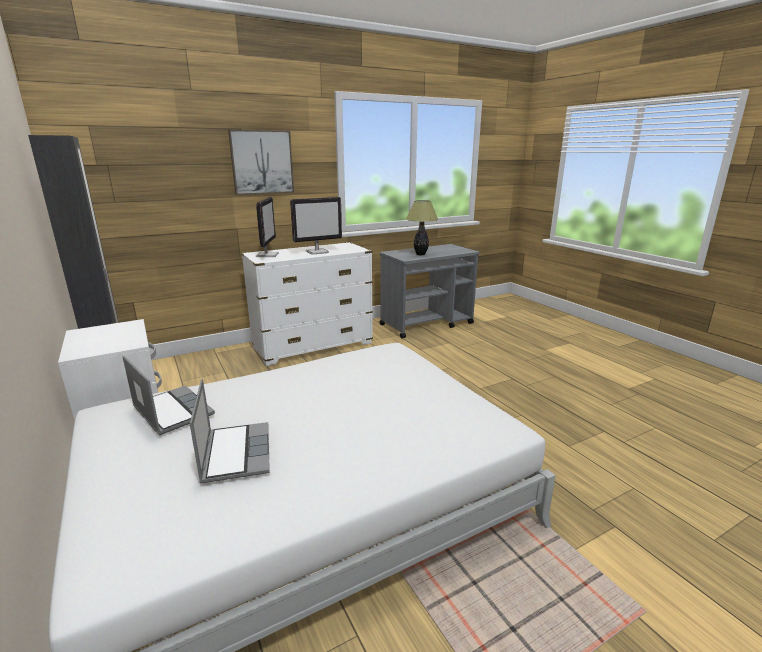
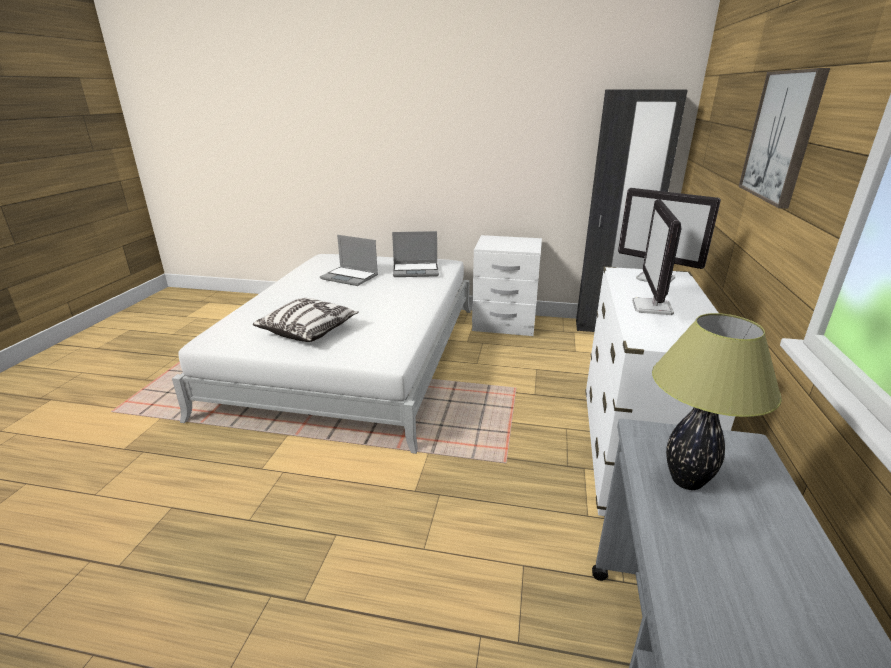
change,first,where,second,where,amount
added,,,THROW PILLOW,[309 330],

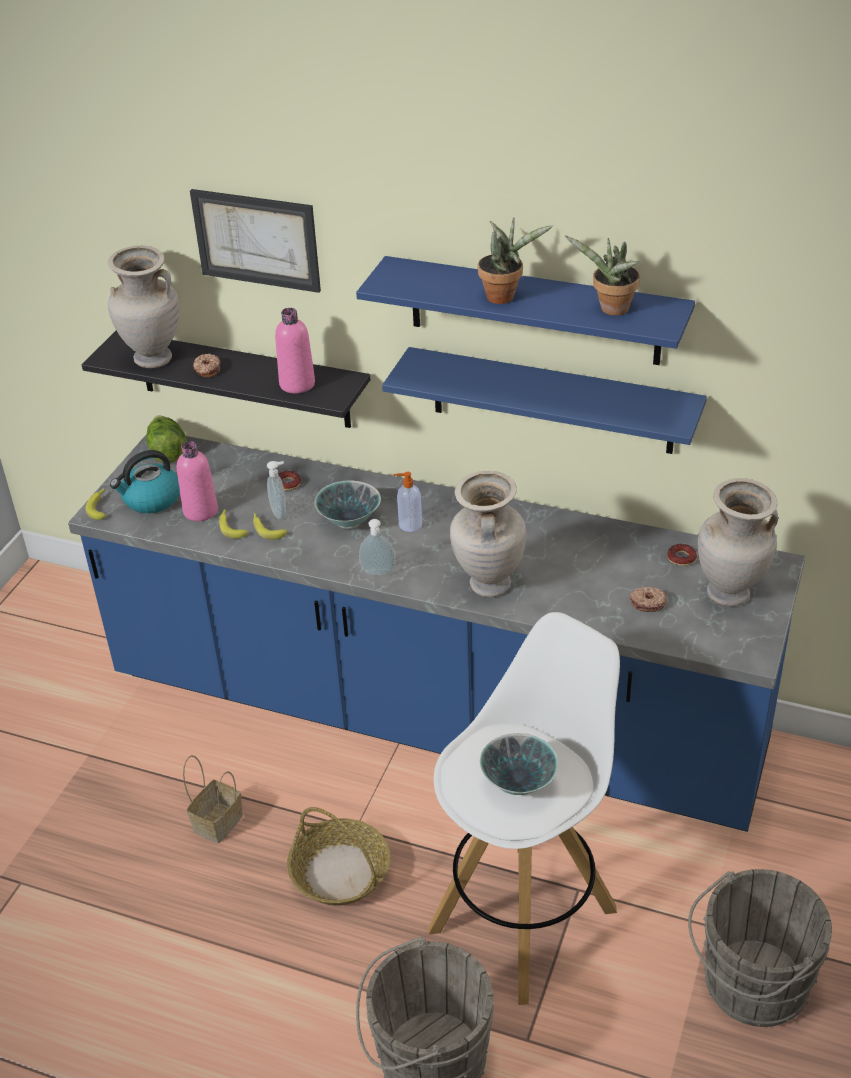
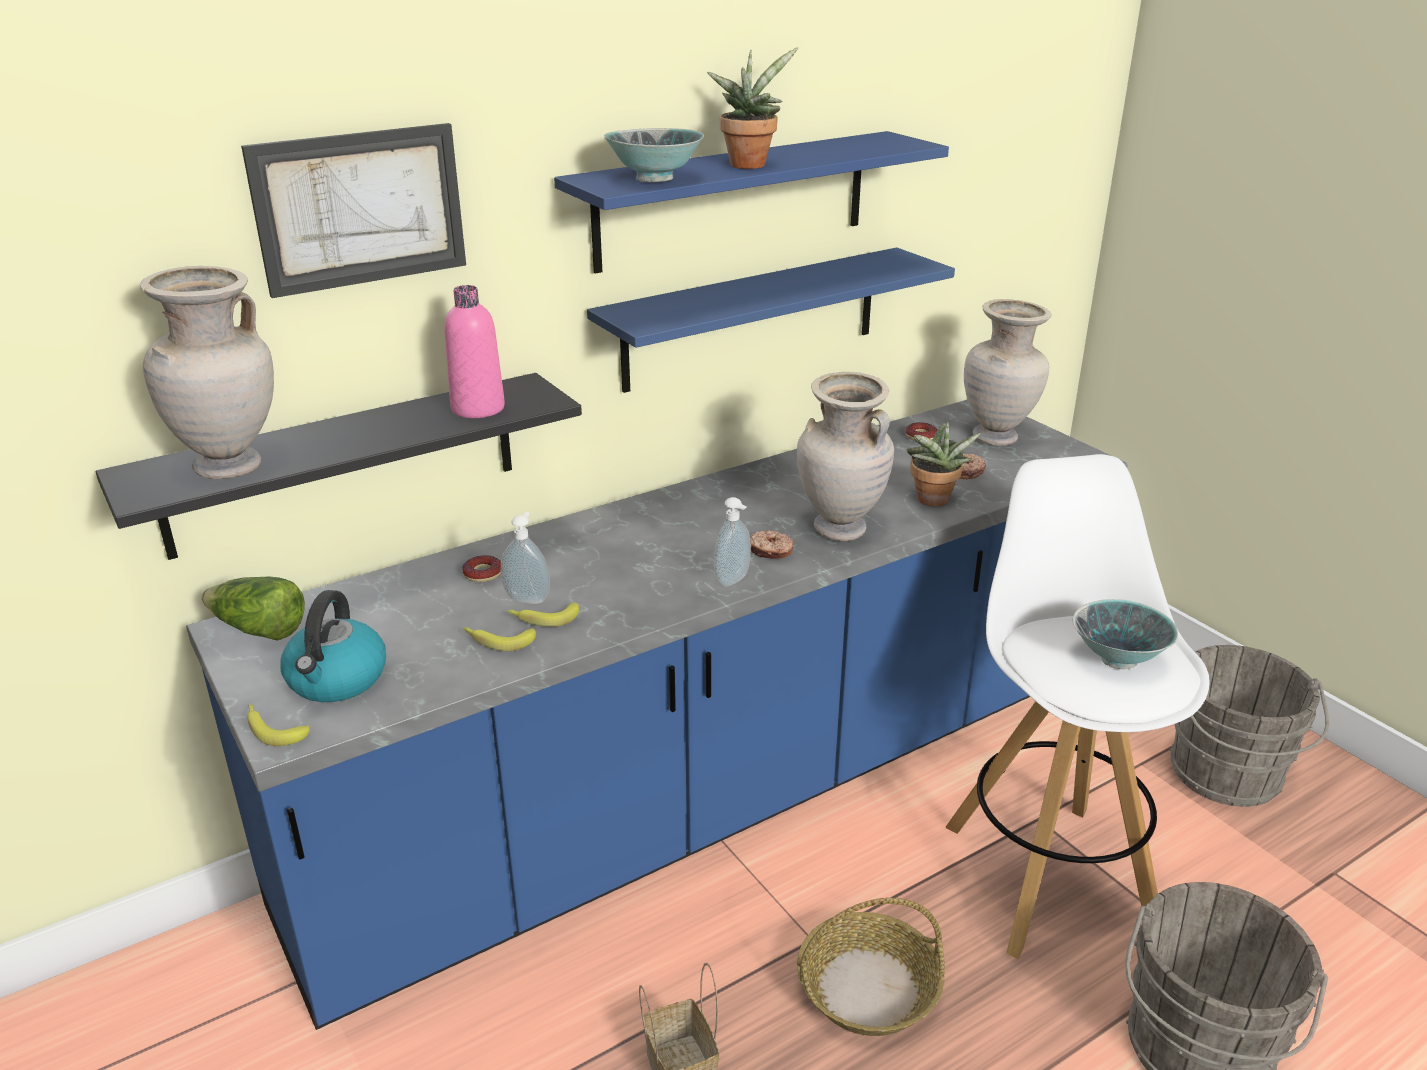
change,first,where,second,where,amount
moved,DEEP DISH,[349 522],,[655 180],
moved,DOUGHNUT,[207 370],,[770 551],
moved,PLANT IN A POT,[610 310],,[933 502],
removed,PINKISH DRINK BOTTLE,[200 511],,,
removed,SOAP DISPENSER,[409 525],,,

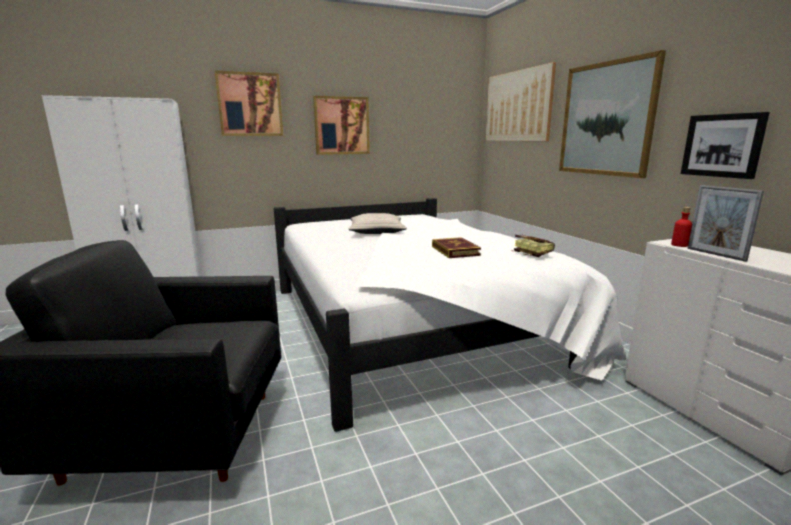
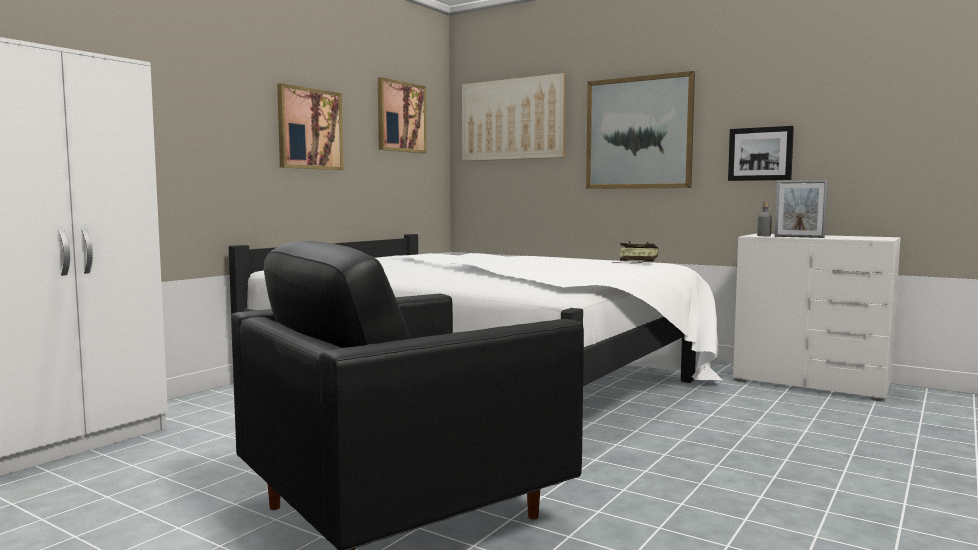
change,first,where,second,where,amount
moved,WALL ART,[250 104],,[401 117],
recoloured,REDDISH DRINK BOTTLE,[679 245],GRAY DRINK BOTTLE,[764 236],
removed,BEIGE-COLOURED THROW PILLOW,[377 231],,,
removed,BOUND BOOK,[455 251],,,

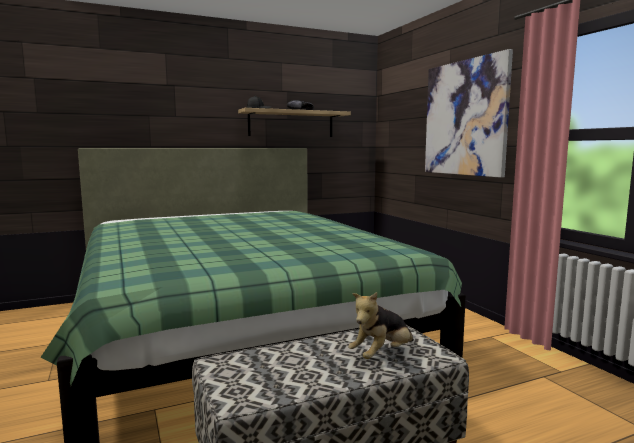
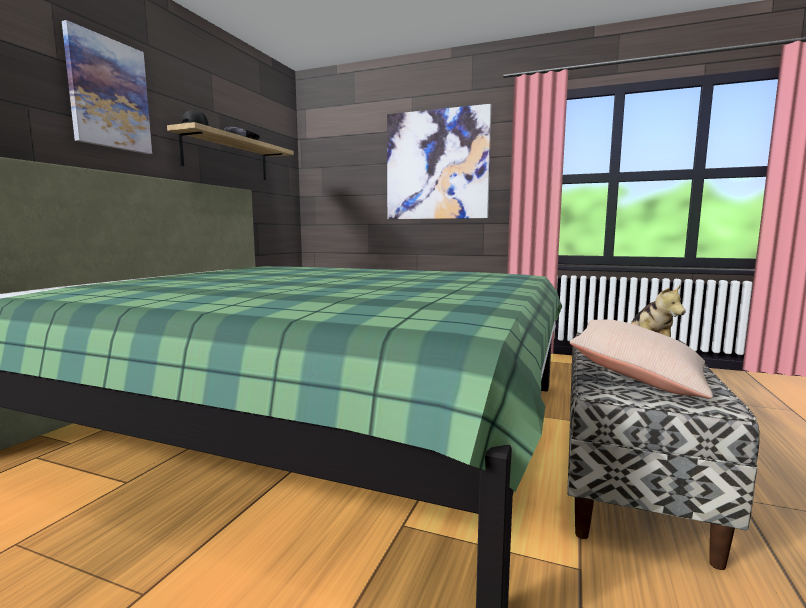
change,first,where,second,where,amount
added,,,WALL ART,[109 94],
added,,,BEIGE-COLOURED THROW PILLOW,[638 377],

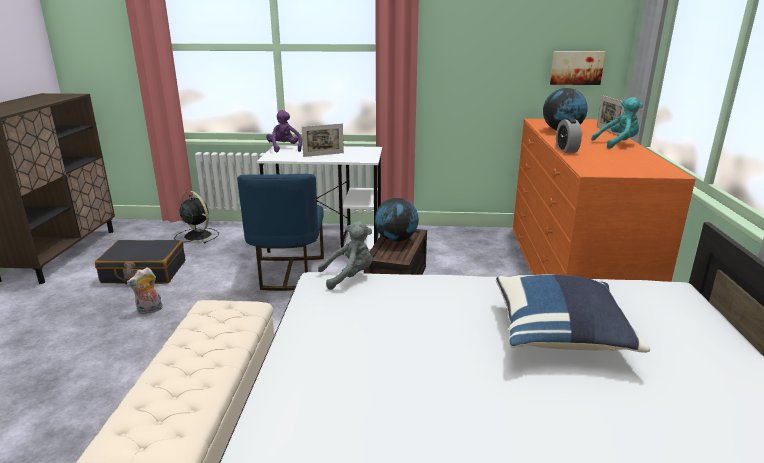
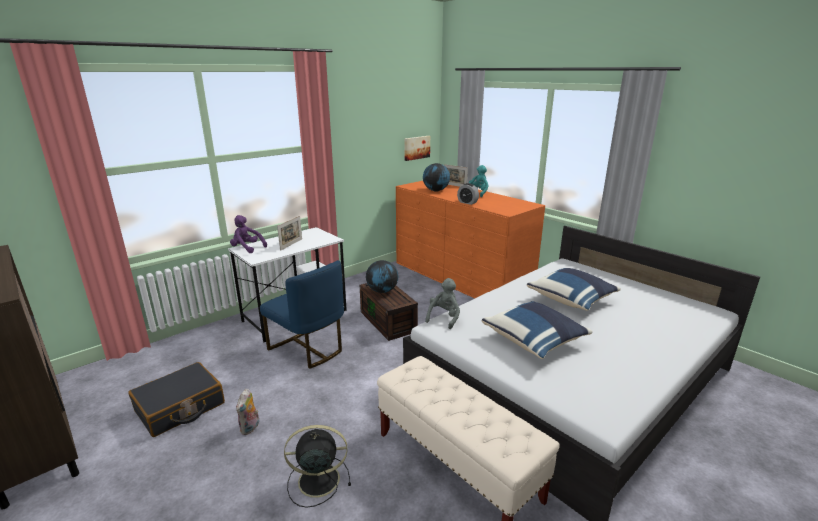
change,first,where,second,where,amount
moved,BLACKISH COOLING FAN,[197 235],,[317 480],
added,,,BLUE THROW PILLOW,[534 341],

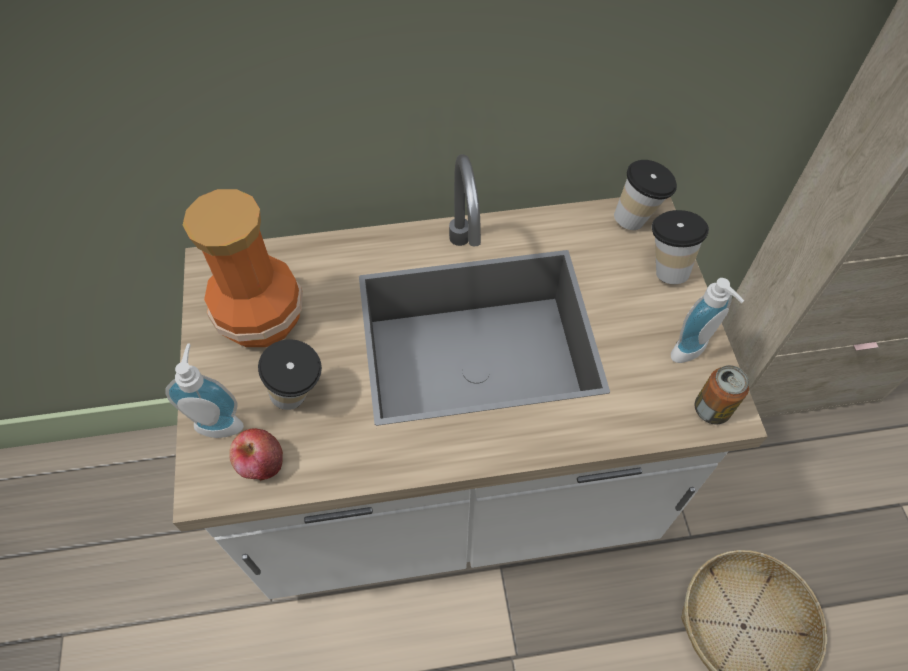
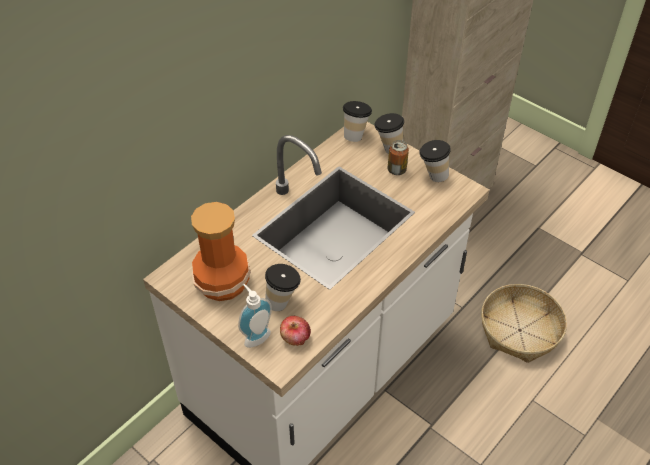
change,first,where,second,where,amount
moved,CAN,[711 409],,[396 170],
replaced,SOAP DISPENSER,[693 353],DRINKING CUP,[432 176],

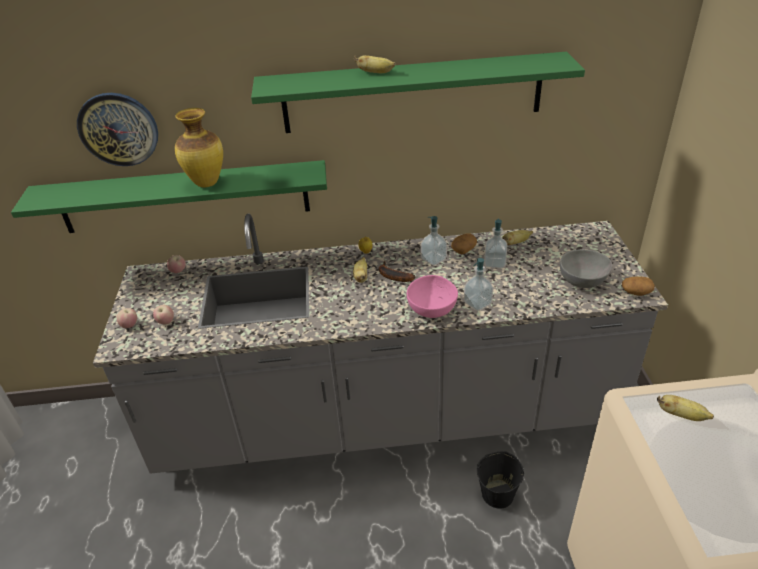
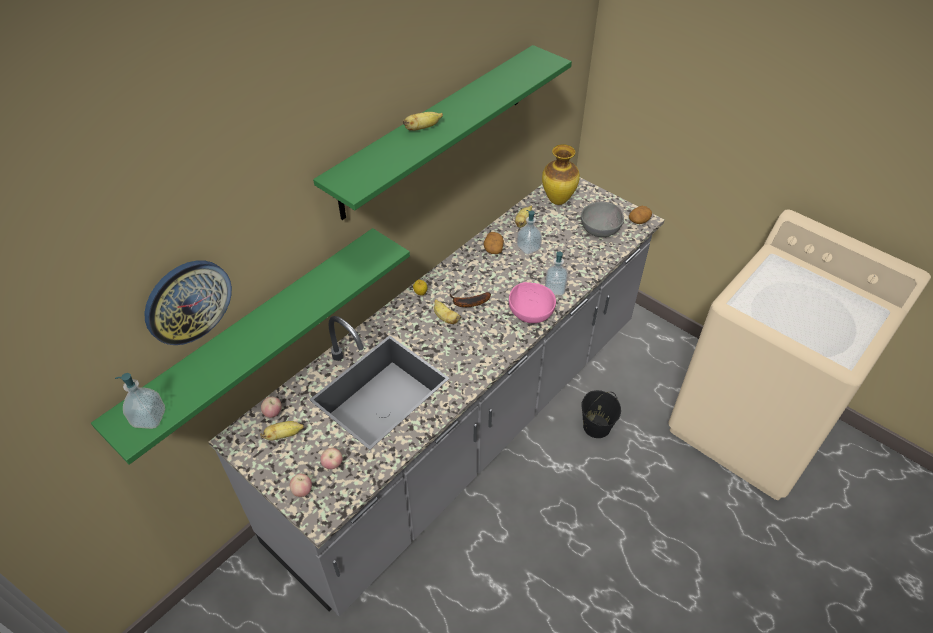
change,first,where,second,where,amount
moved,SOAP DISPENSER,[433 259],,[149 418],
moved,BANANA FRUIT,[681 415],,[284 435],
moved,VASE,[207 184],,[558 200],

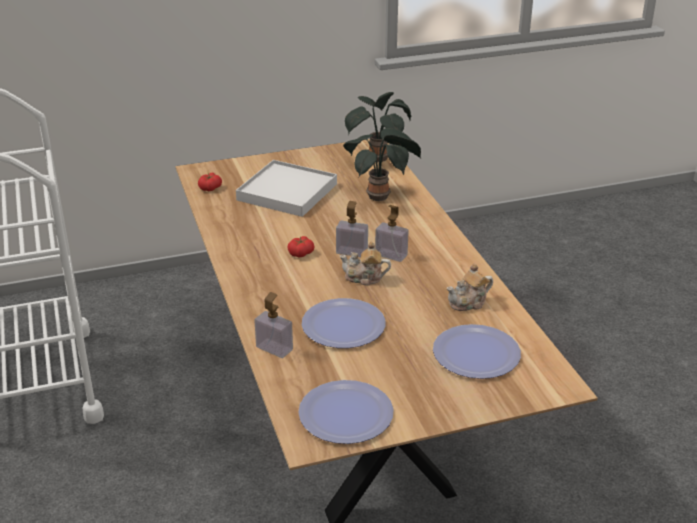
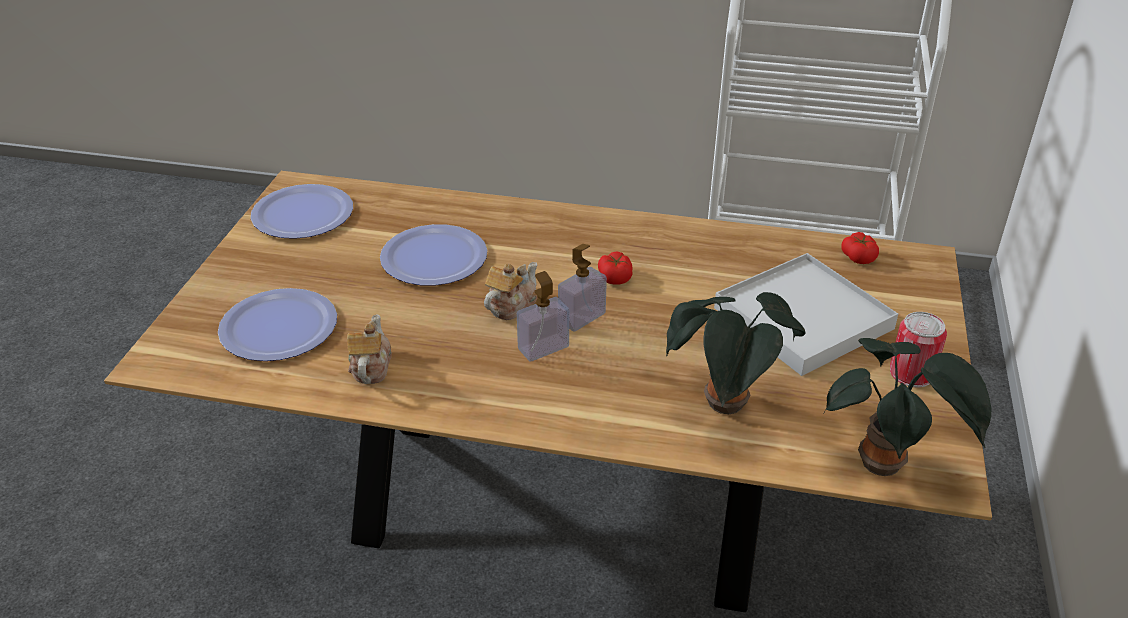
change,first,where,second,where,amount
added,,,CAN,[911 373],
removed,SOAP DISPENSER,[274 348],,,

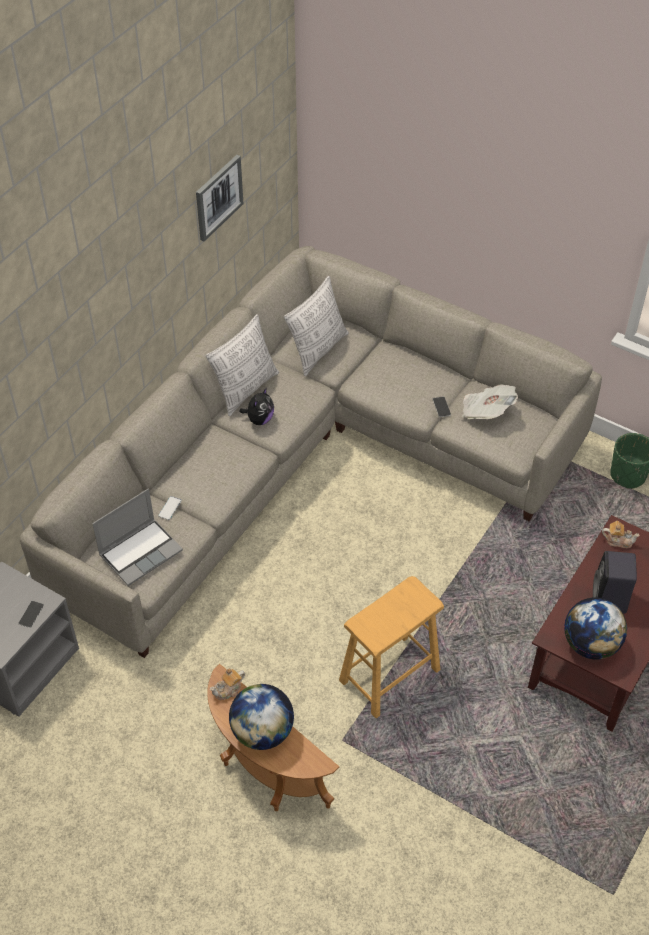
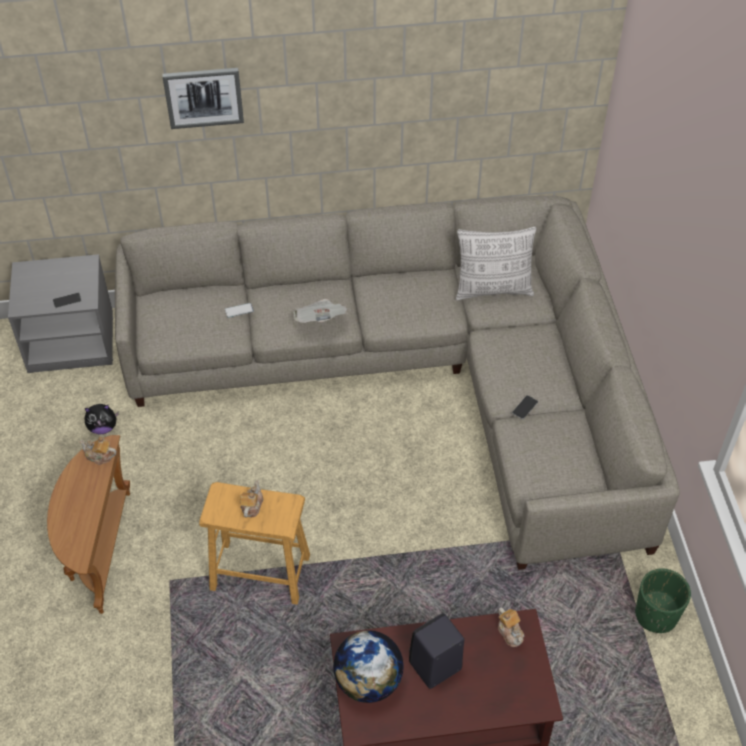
change,first,where,second,where,amount
moved,SOFT TOY,[259 419],,[103 428],
moved,WALL ART,[218 197],,[203 97],
added,,,TEA POT,[251 506],
moved,DAILY PAPER,[486 411],,[320 321],
removed,NOTEBOOK COMPUTER,[141 552],,,
removed,THROW PILLOW,[246 389],,,
removed,GLOBE,[262 732],,,

